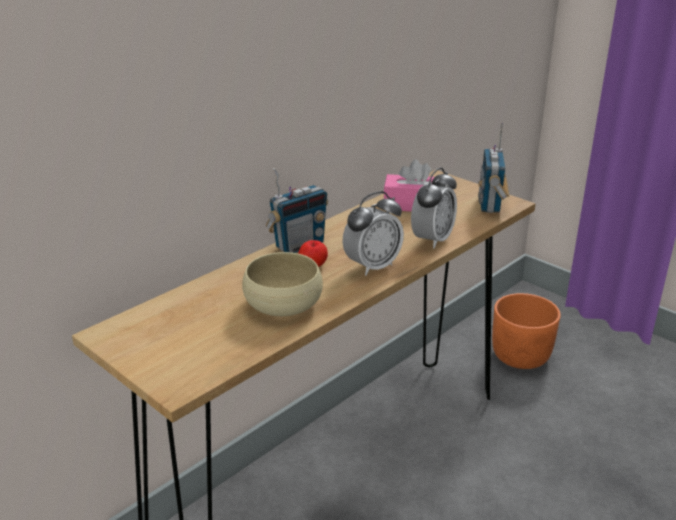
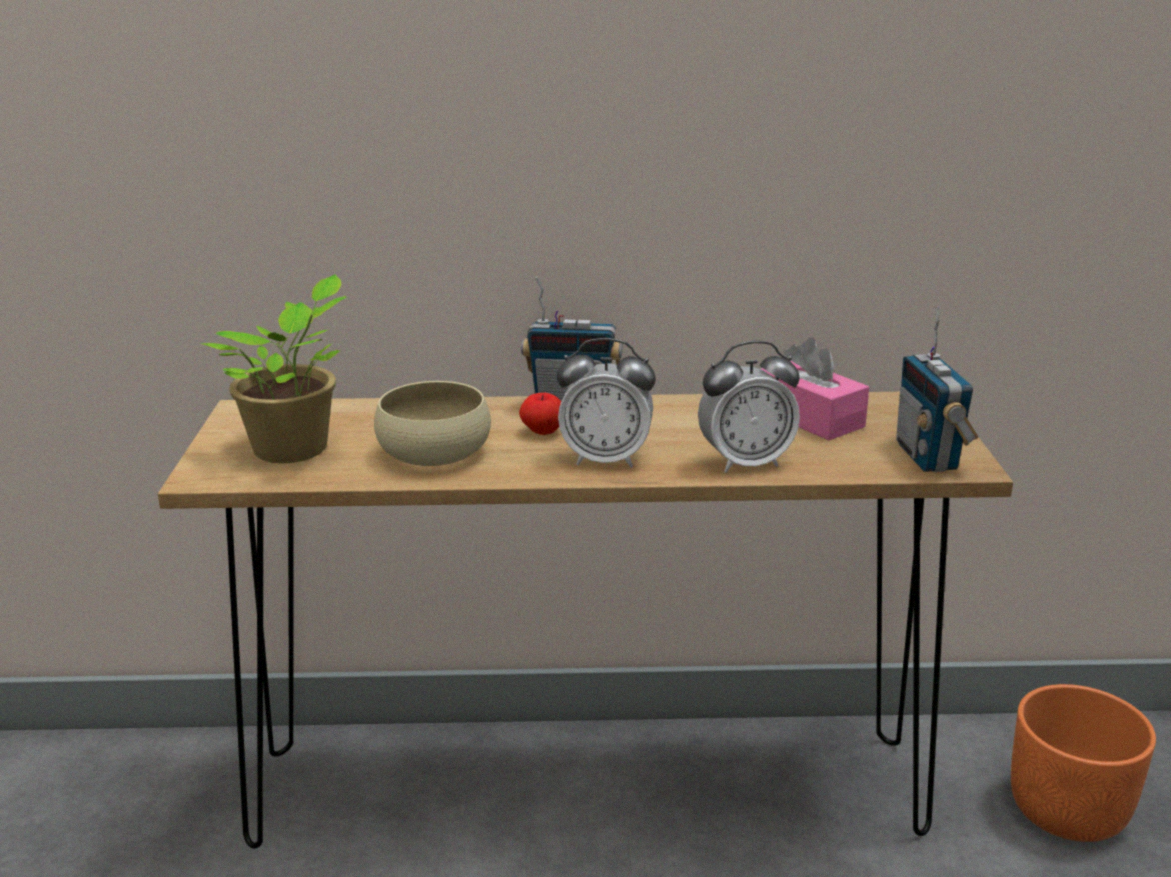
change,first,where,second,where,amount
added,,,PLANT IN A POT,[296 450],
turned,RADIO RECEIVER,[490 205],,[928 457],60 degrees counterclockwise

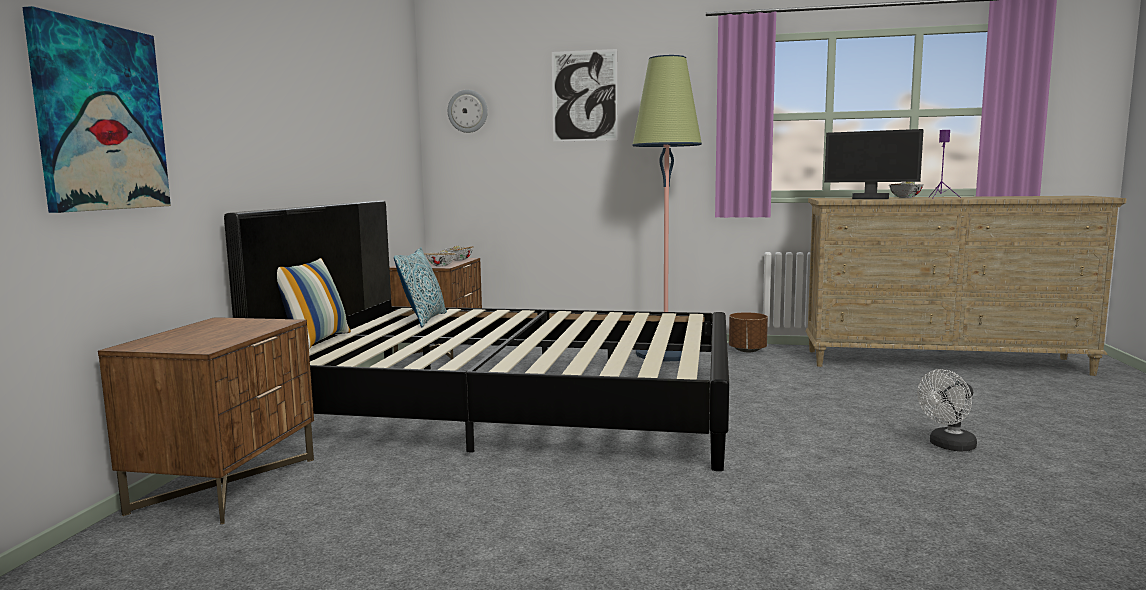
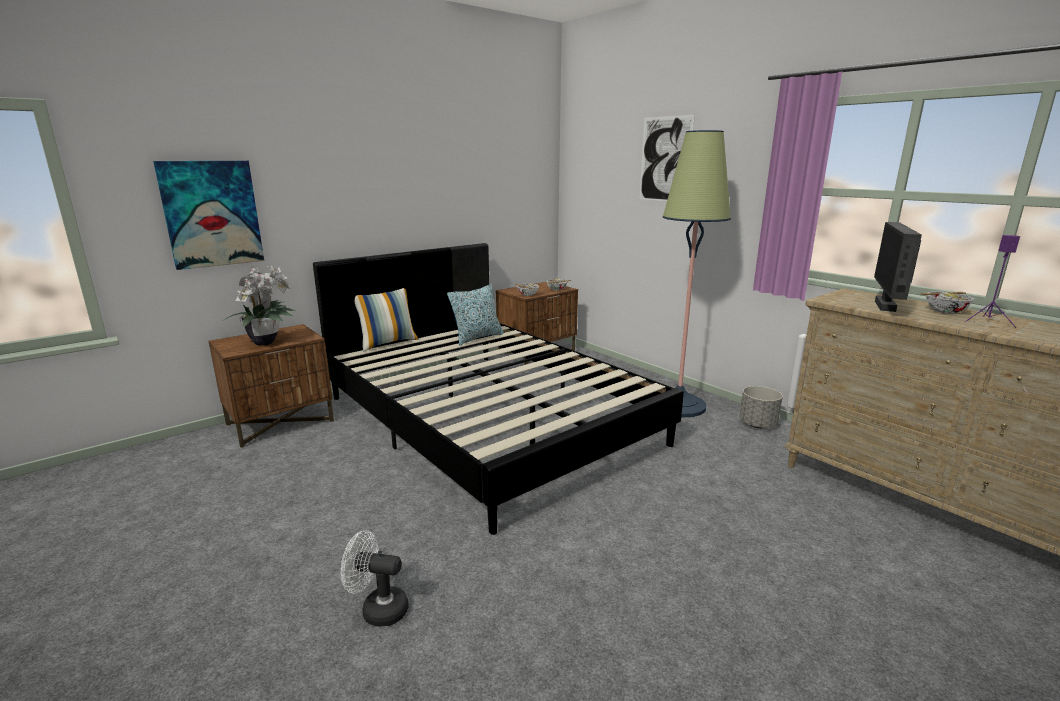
change,first,where,second,where,amount
added,,,PLANT IN A POT,[267 342],
moved,WHITISH COOLING FAN,[948 446],,[378 609],
recoloured,BROWN-COLOURED PLANT POT,[747 350],GRAY PLANT POT,[757 424],
turned,COMPUTER SCREEN,[870 198],,[886 306],45 degrees clockwise
removed,WALL CLOCK,[468 111],,,

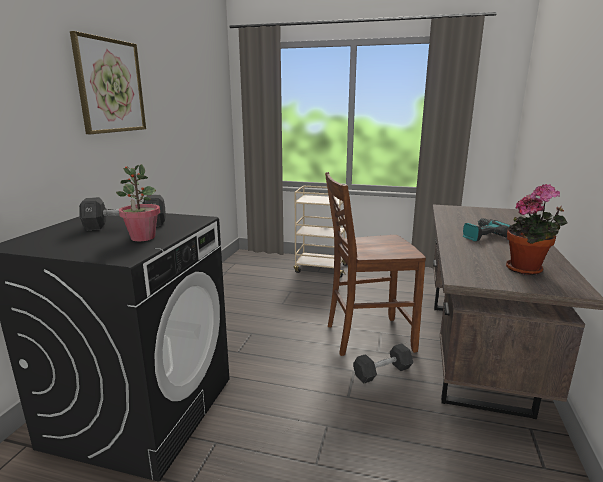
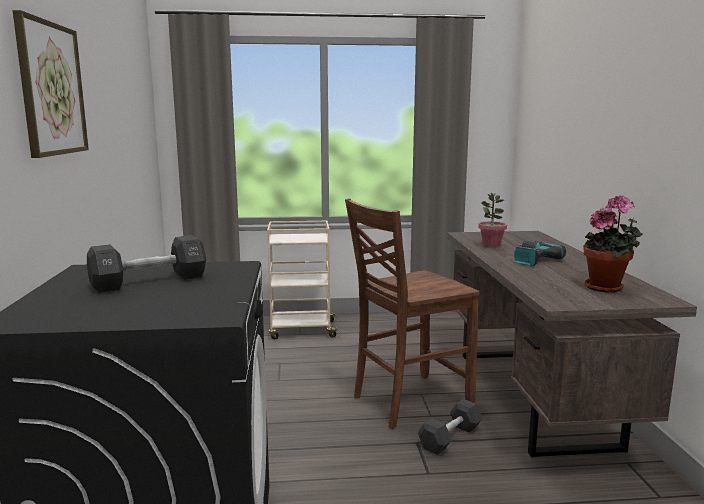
change,first,where,second,where,amount
moved,PLANT IN A POT,[142 238],,[491 245],

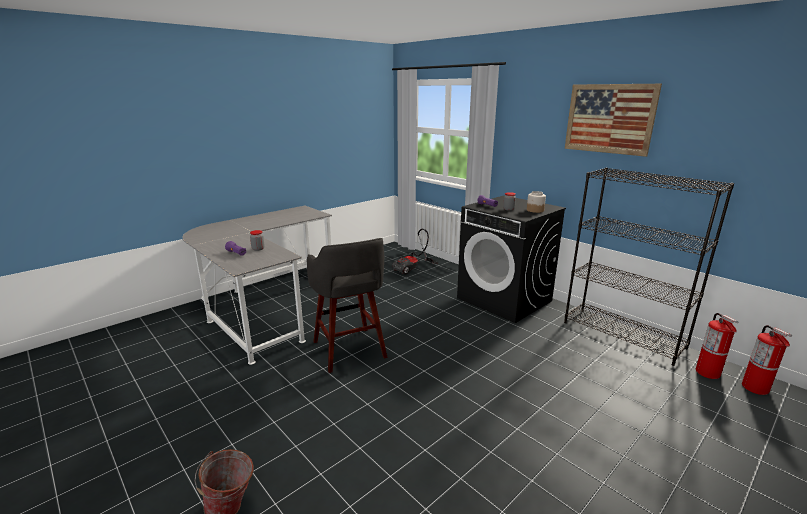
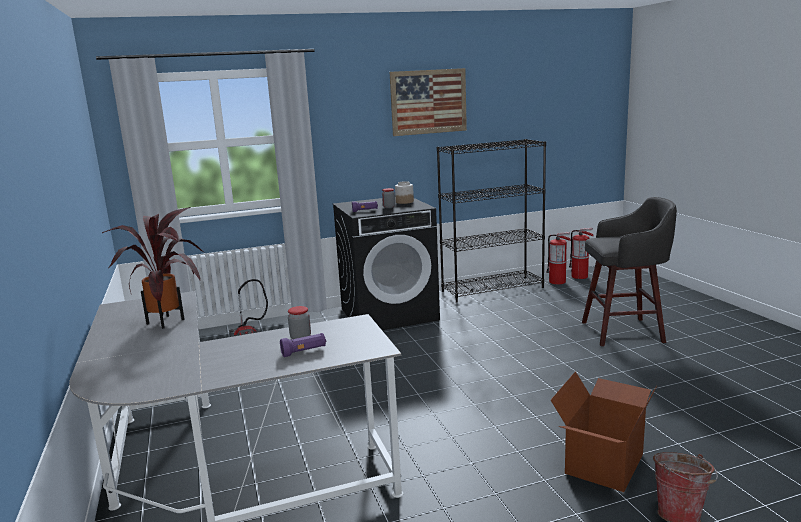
change,first,where,second,where,amount
added,,,PLANT IN A POT,[170 321],
added,,,CARDBOARD BOX,[602 463],
moved,GRAY STOOL SEAT,[350 351],,[625 332],

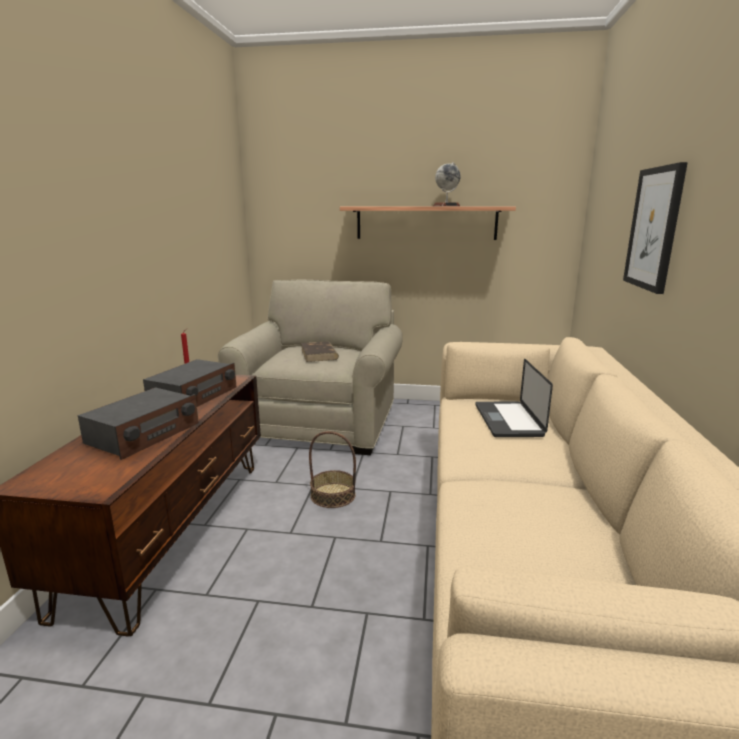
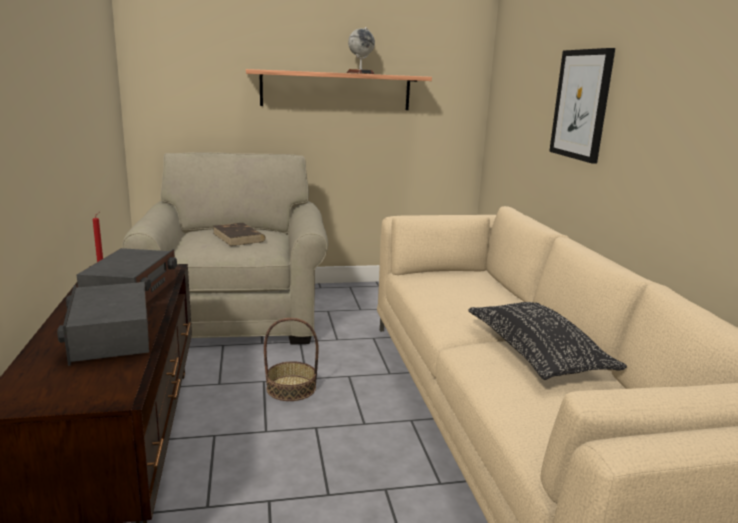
change,first,where,second,where,amount
turned,RADIO RECEIVER,[143 434],,[109 336],150 degrees clockwise
added,,,BLACKISH THROW PILLOW,[537 354],
removed,NOTEBOOK COMPUTER,[508 420],,,

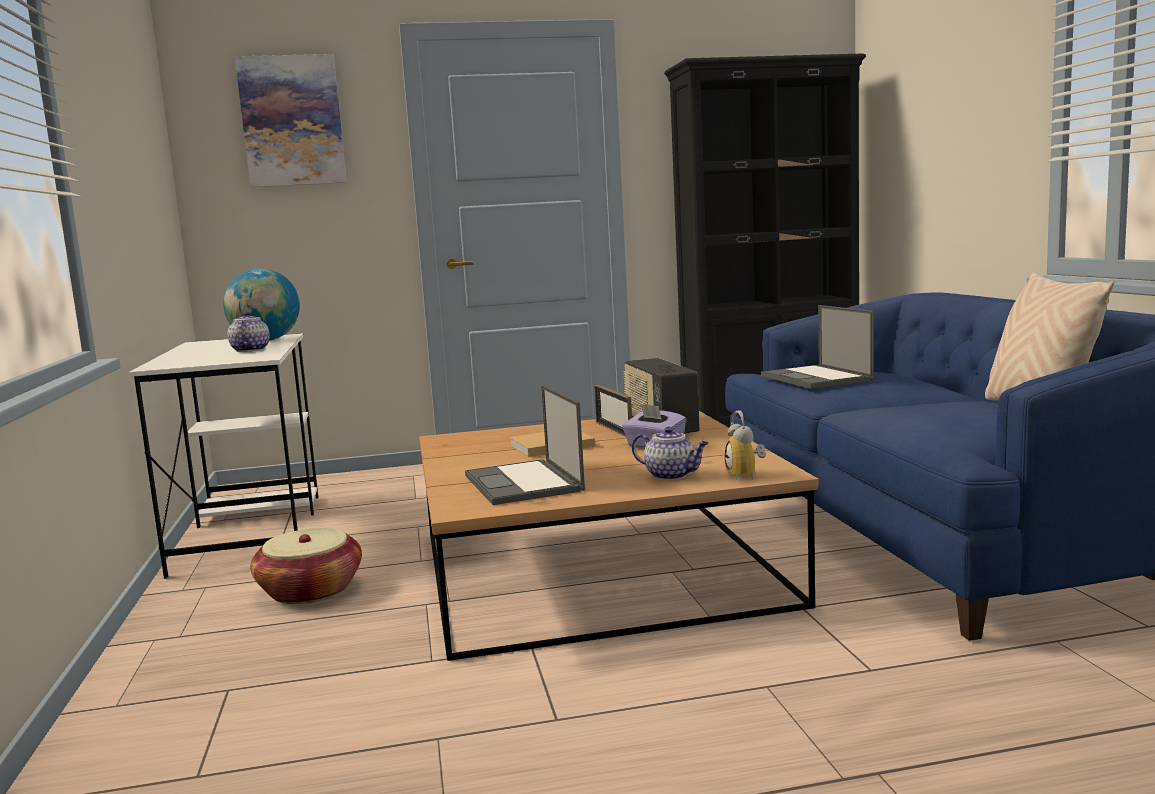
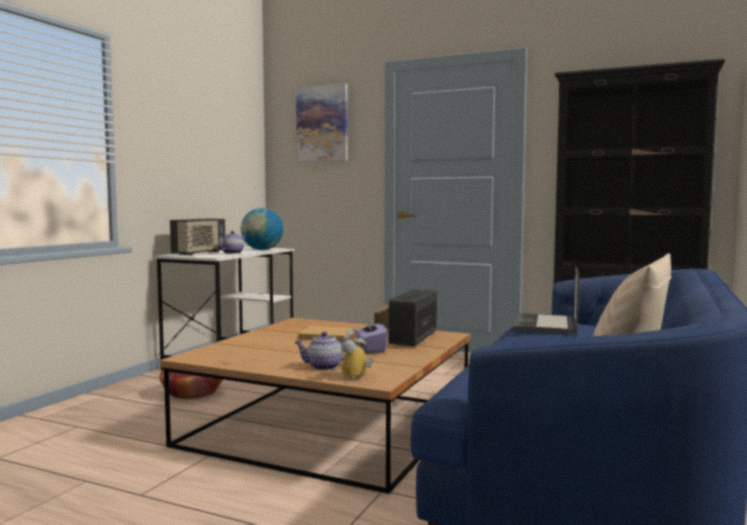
change,first,where,second,where,amount
added,,,RADIO RECEIVER,[199 253],
turned,TEA POT,[671 475],,[324 367],105 degrees clockwise
removed,NOTEBOOK COMPUTER,[524 483],,,

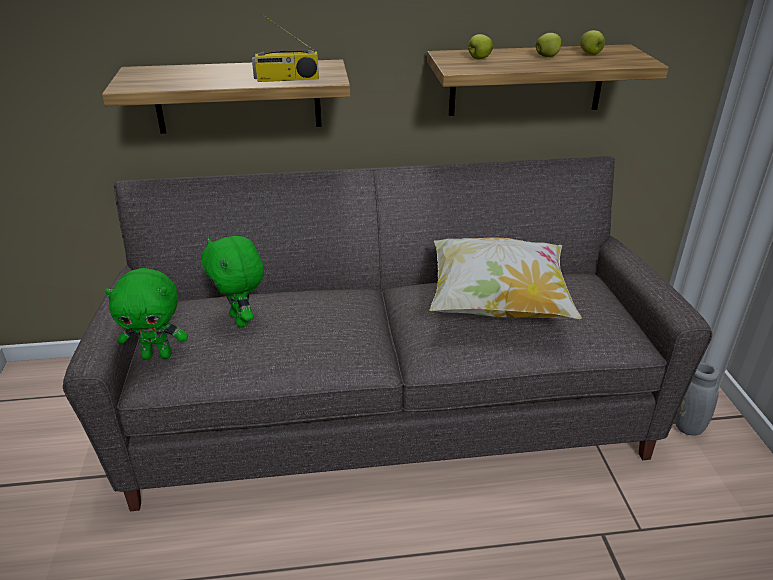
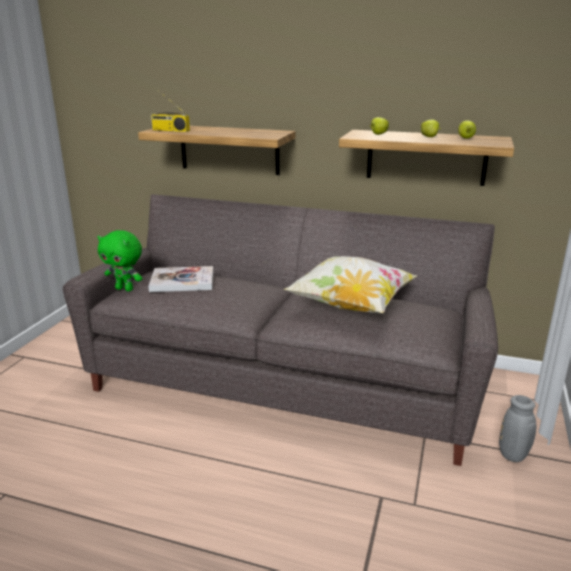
change,first,where,second,where,amount
replaced,GREEN SOFT TOY,[241 320],BOUND BOOK,[182 281],
moved,RADIO RECEIVER,[286 79],,[170 130],

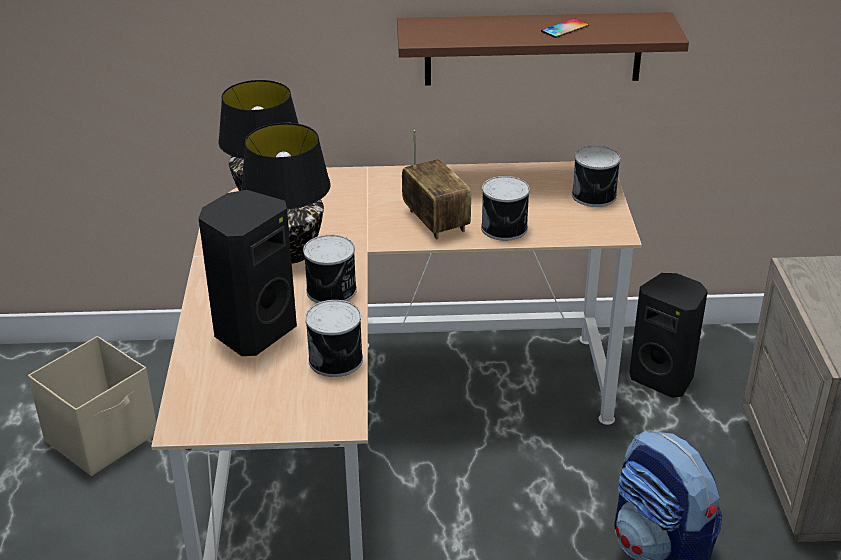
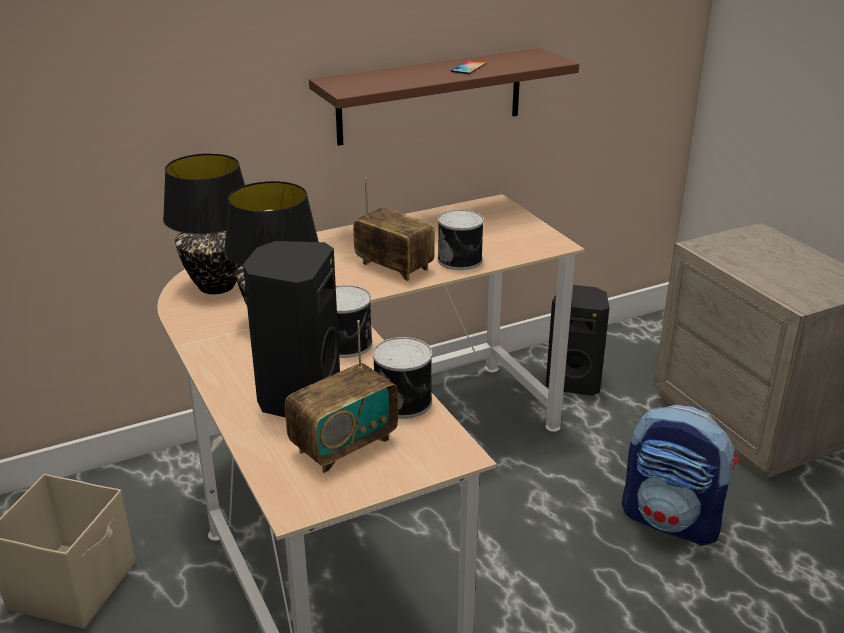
change,first,where,second,where,amount
added,,,RADIO RECEIVER,[343 445],
removed,CAN,[595 195],,,

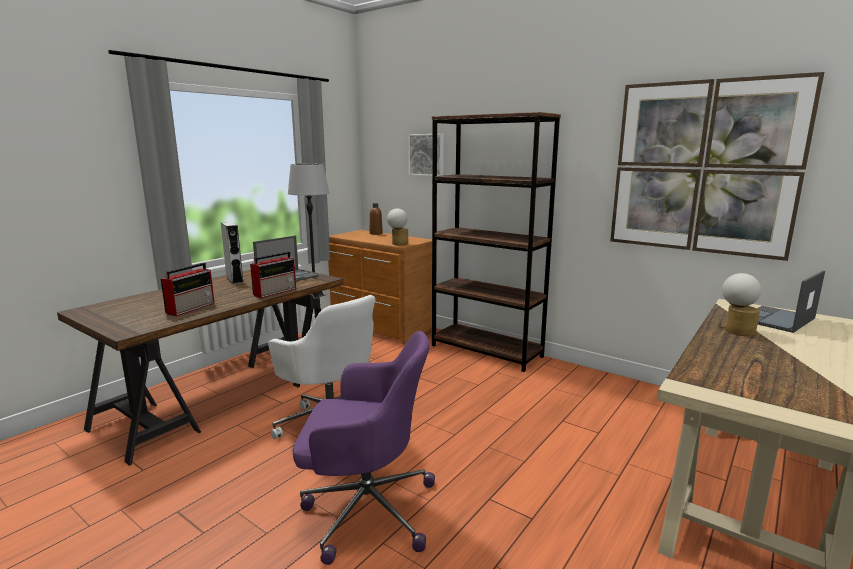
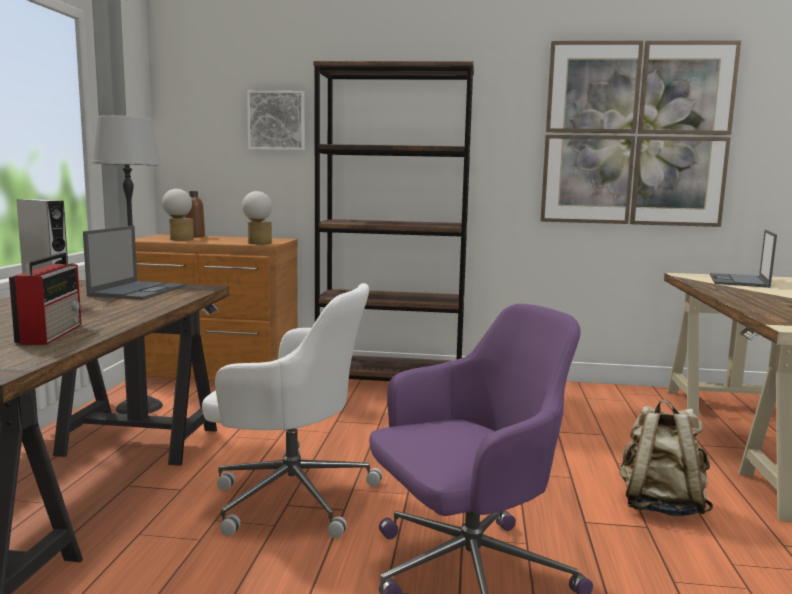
change,first,where,second,where,amount
moved,LAMP FOR A TABLE,[736 330],,[179 239],
added,,,BEIGE-COLOURED BACKPACK,[660 505],
removed,RADIO RECEIVER,[276 292],,,

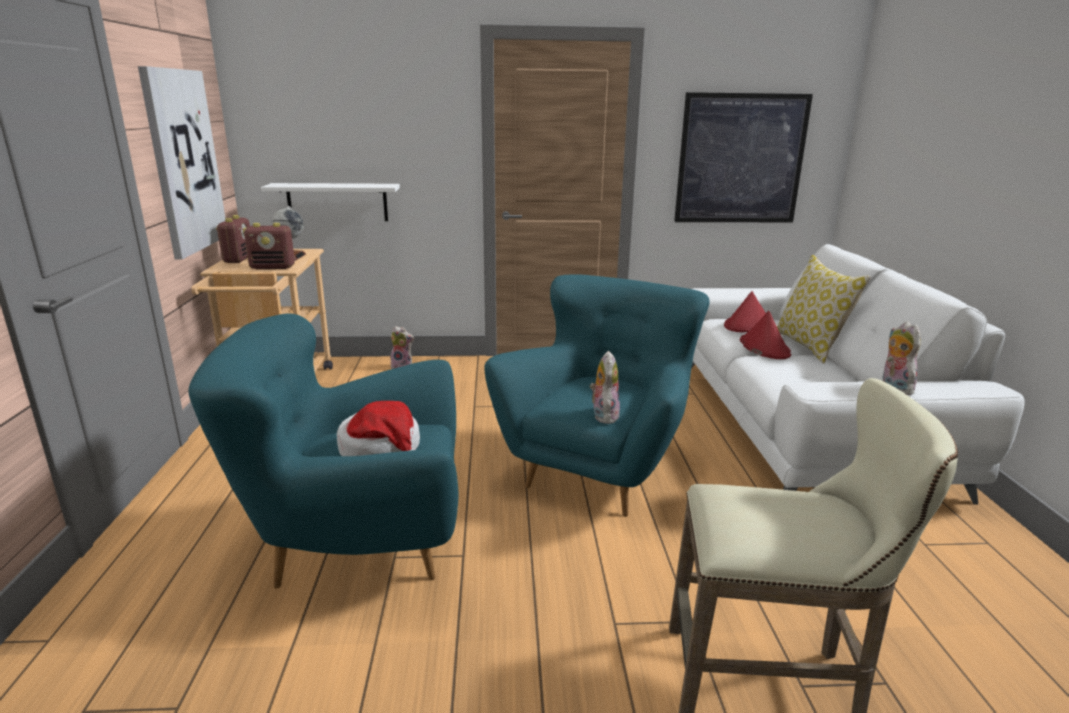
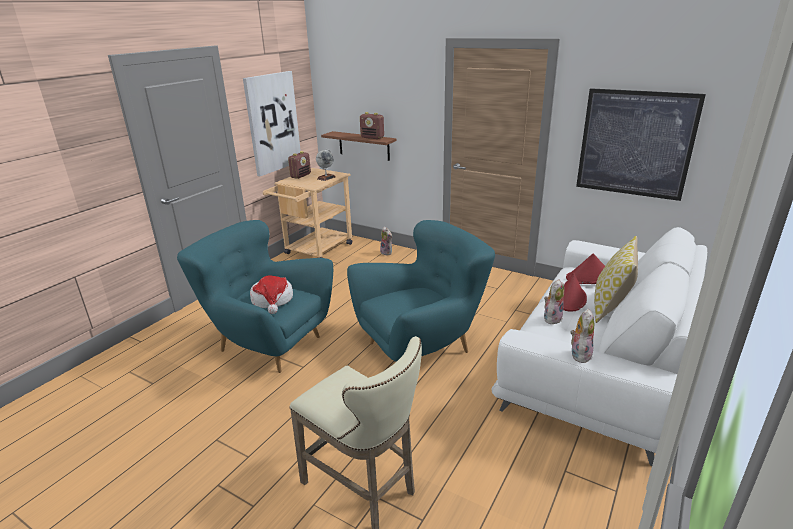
change,first,where,second,where,amount
recoloured,WHITISH BRACKET SHELF,[337 202],BROWN-COLOURED BRACKET SHELF,[364 146],
moved,RADIO RECEIVER,[273 267],,[372 137],
moved,SOFT TOY,[603 415],,[552 318],

